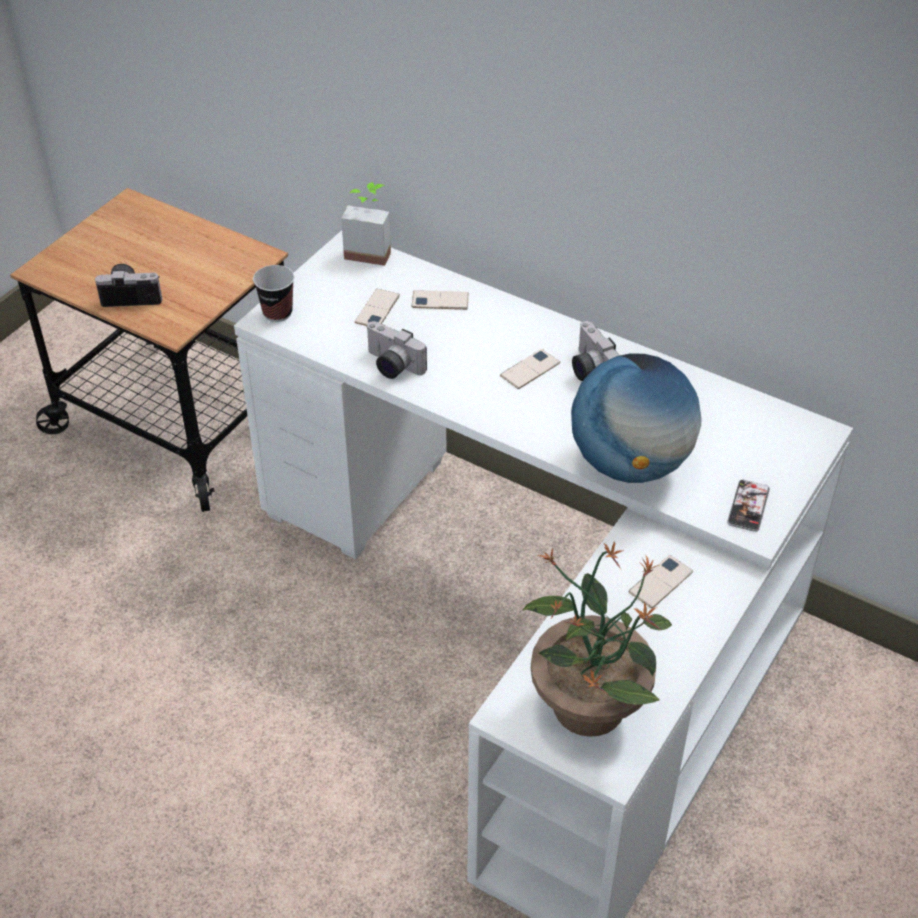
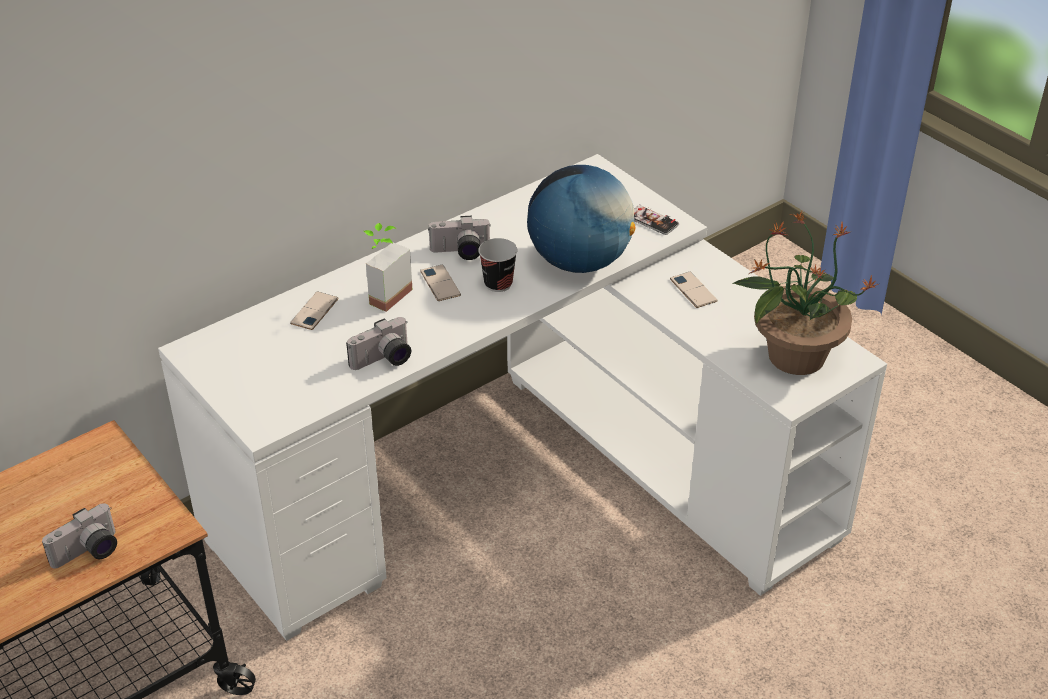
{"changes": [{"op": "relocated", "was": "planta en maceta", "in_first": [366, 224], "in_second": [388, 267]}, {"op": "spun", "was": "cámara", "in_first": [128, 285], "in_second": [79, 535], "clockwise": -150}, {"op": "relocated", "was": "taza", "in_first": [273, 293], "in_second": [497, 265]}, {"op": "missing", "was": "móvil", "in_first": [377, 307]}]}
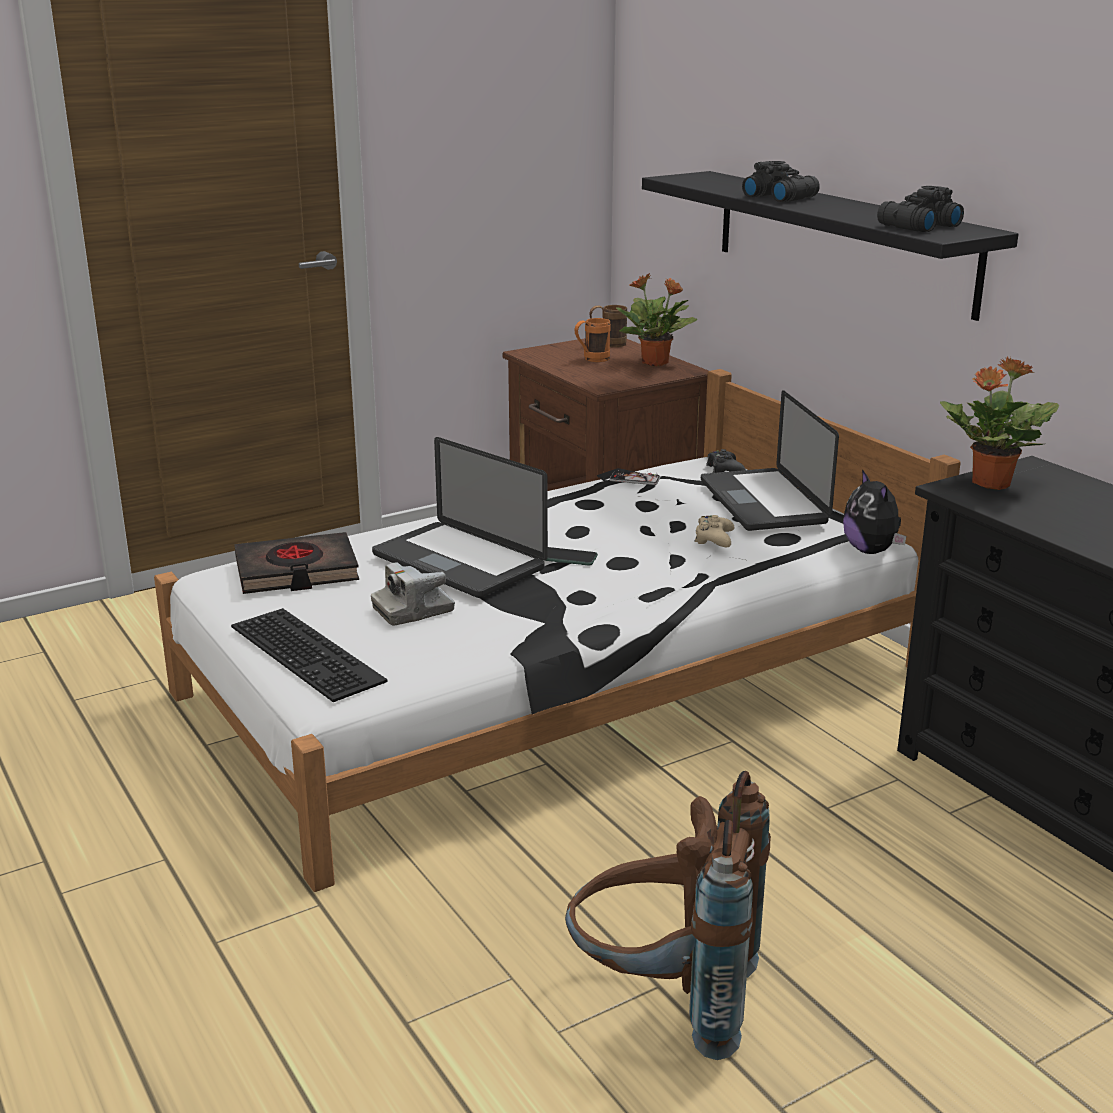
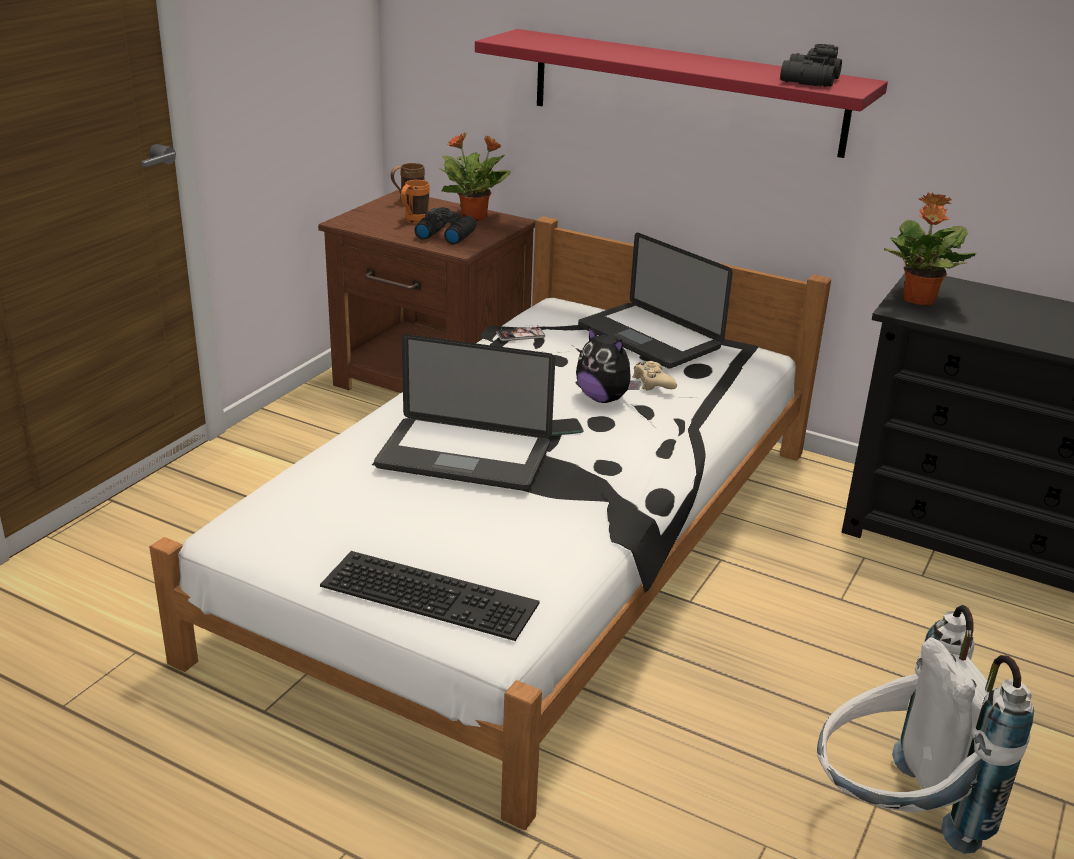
{"changes": [{"op": "relocated", "was": "prismáticos/negro", "in_first": [781, 181], "in_second": [445, 225]}, {"op": "colour", "was": "estante/negro", "now": "estante/rojo", "in_first": [830, 246], "in_second": [681, 93]}, {"op": "missing", "was": "mando de consola/negro", "in_first": [726, 461]}, {"op": "relocated", "was": "peluche", "in_first": [874, 511], "in_second": [608, 364]}, {"op": "missing", "was": "libro/negro", "in_first": [296, 563]}, {"op": "missing", "was": "cámara", "in_first": [413, 593]}, {"op": "colour", "was": "mochila/marrón", "now": "mochila/blanco", "in_first": [668, 915], "in_second": [925, 729]}]}
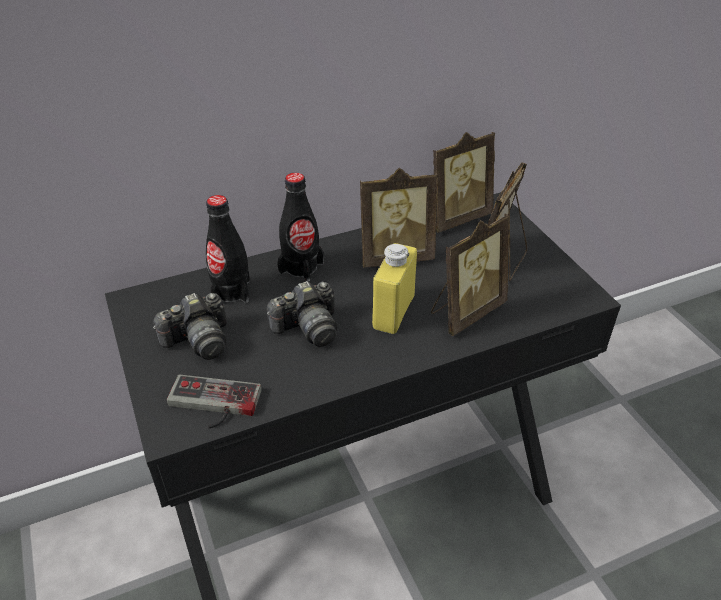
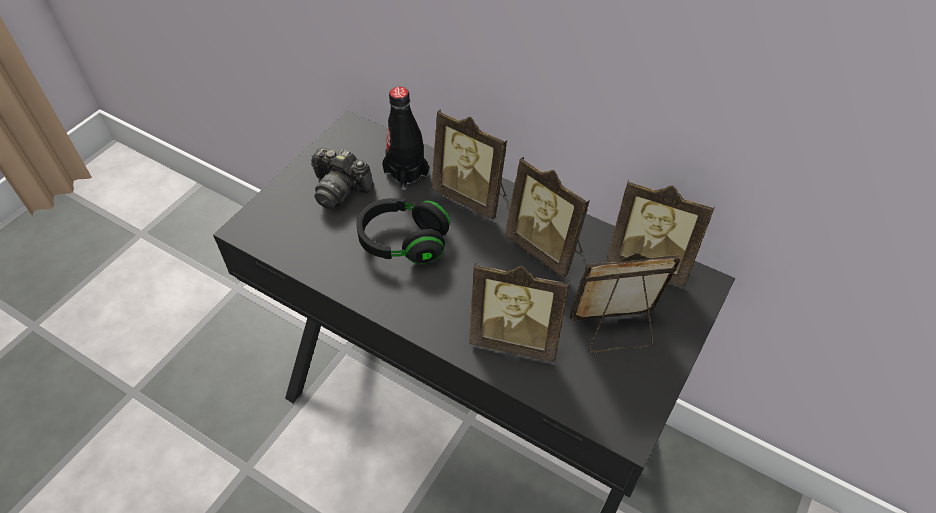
{"changes": [{"op": "exchanged", "was": "botella/negro", "now": "portarretratos", "in_first": [300, 227], "in_second": [469, 164]}, {"op": "missing", "was": "botella/amarillo", "in_first": [394, 288]}, {"op": "exchanged", "was": "cámara", "now": "auriculares/negro", "in_first": [302, 314], "in_second": [403, 231]}, {"op": "missing", "was": "mando de consola", "in_first": [214, 401]}]}
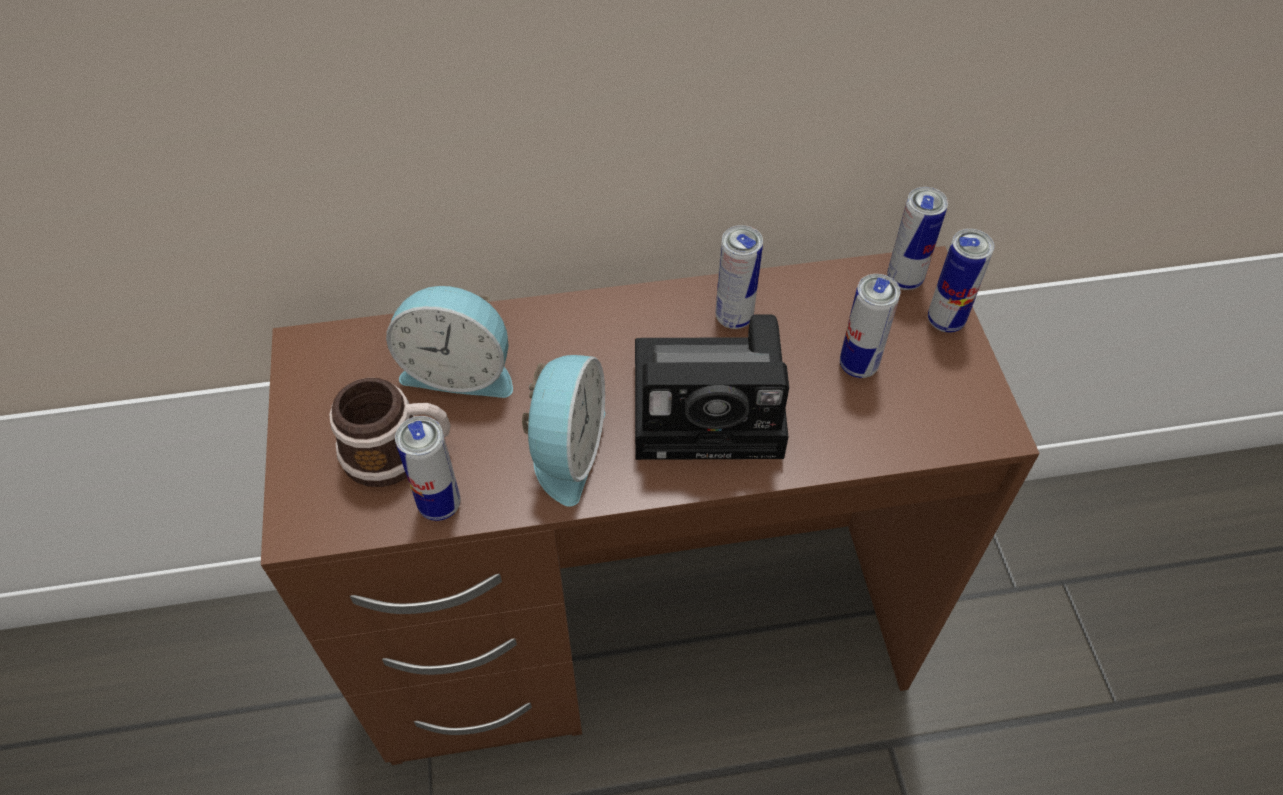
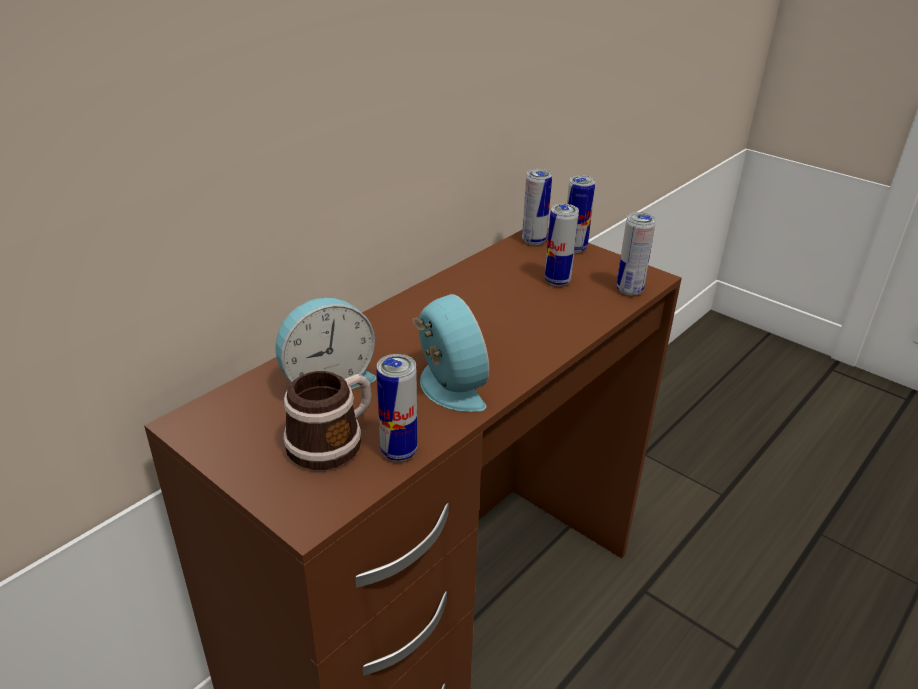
{"changes": [{"op": "relocated", "was": "lata", "in_first": [739, 277], "in_second": [636, 254]}, {"op": "missing", "was": "cámara", "in_first": [712, 387]}]}
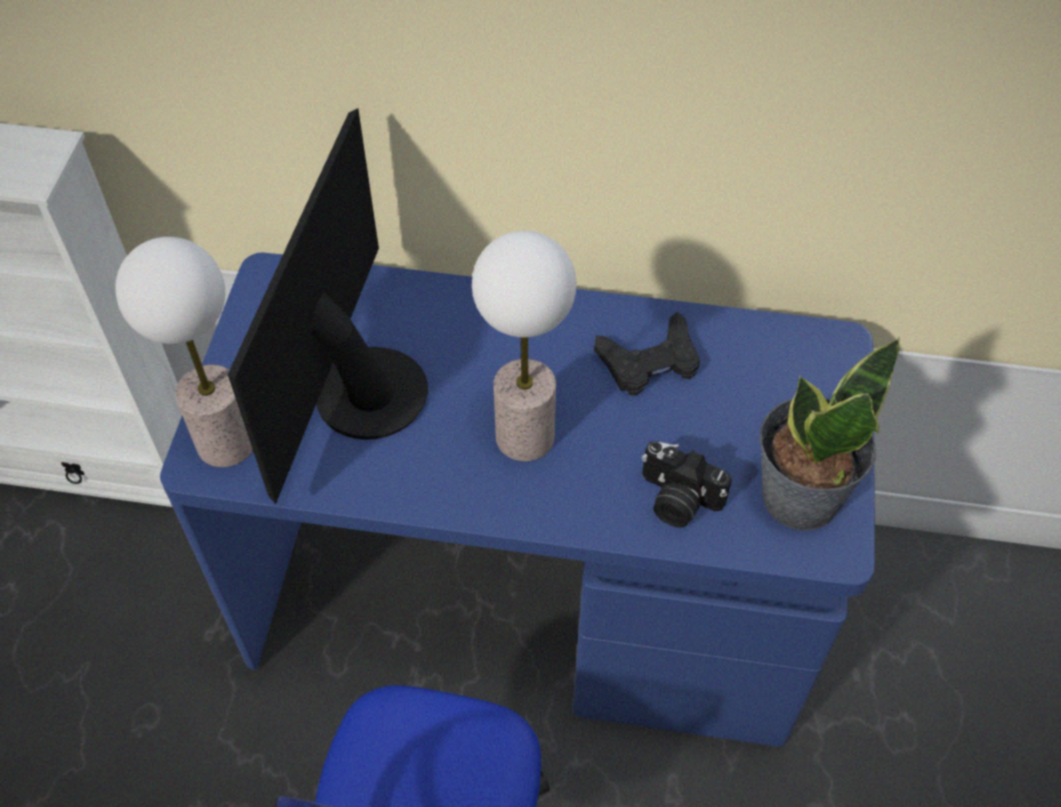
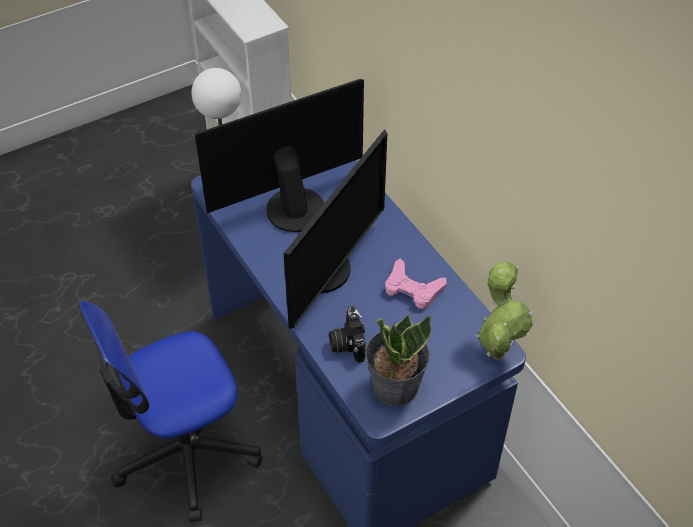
{"changes": [{"op": "exchanged", "was": "lámpara de mesa", "now": "monitor", "in_first": [524, 346], "in_second": [335, 229]}, {"op": "colour", "was": "mando de consola/negro", "now": "mando de consola/rosa", "in_first": [647, 353], "in_second": [416, 283]}, {"op": "appeared", "now": "planta en maceta", "in_second": [504, 311]}]}
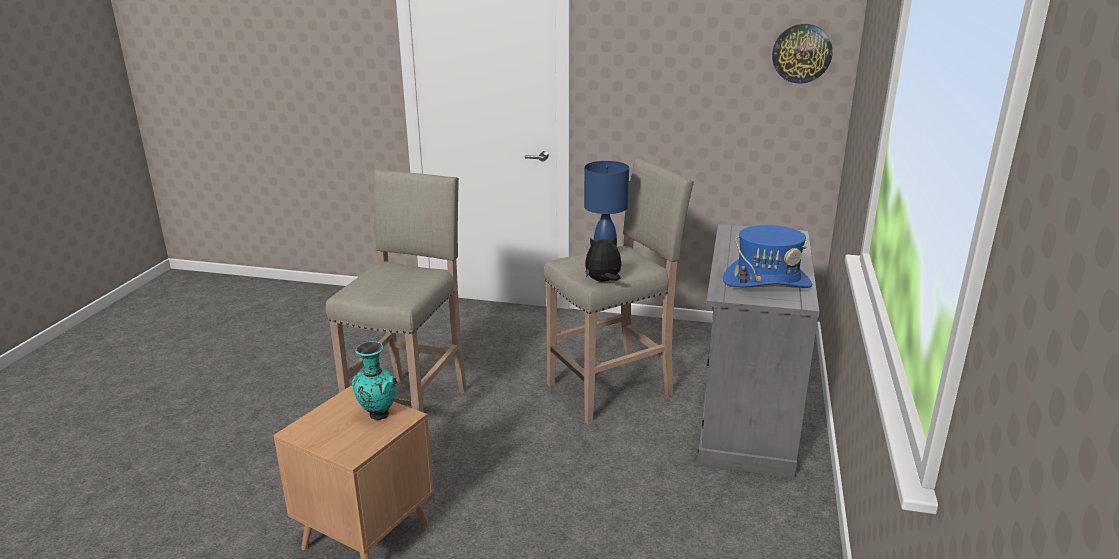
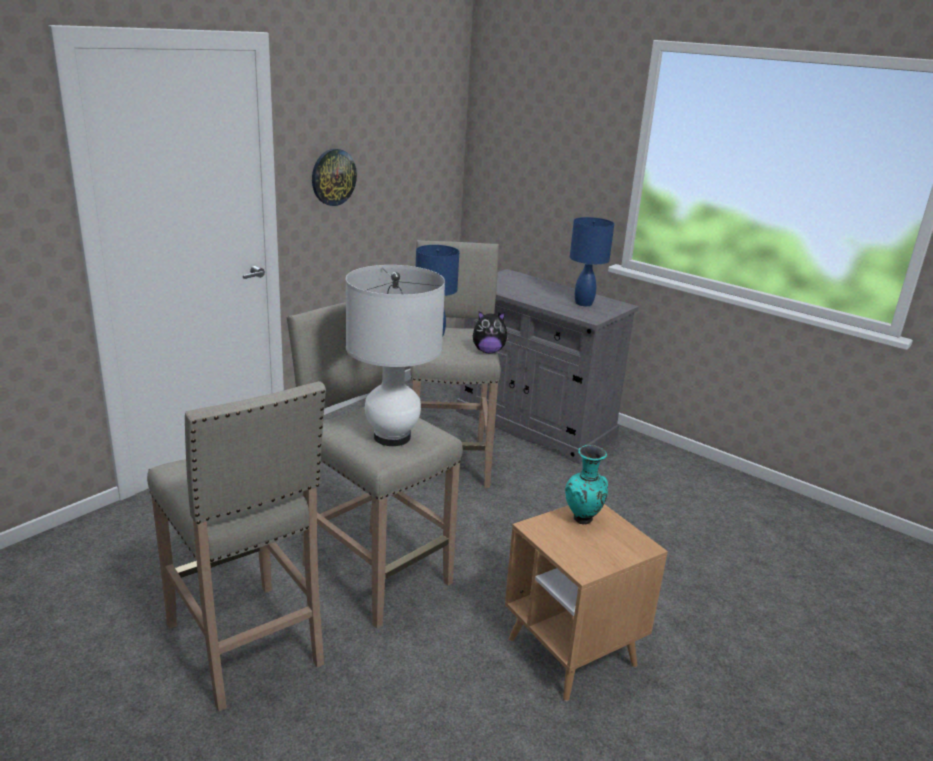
{"changes": [{"op": "relocated", "was": "reloj de pared", "in_first": [802, 54], "in_second": [334, 177]}, {"op": "exchanged", "was": "sombrero/azul", "now": "lámpara de mesa/azul", "in_first": [768, 256], "in_second": [592, 261]}, {"op": "spun", "was": "peluche", "in_first": [603, 259], "in_second": [491, 332], "clockwise": -105}, {"op": "appeared", "now": "lámpara de mesa/blanco", "in_second": [395, 355]}, {"op": "appeared", "now": "taburete/beis", "in_second": [236, 546]}]}
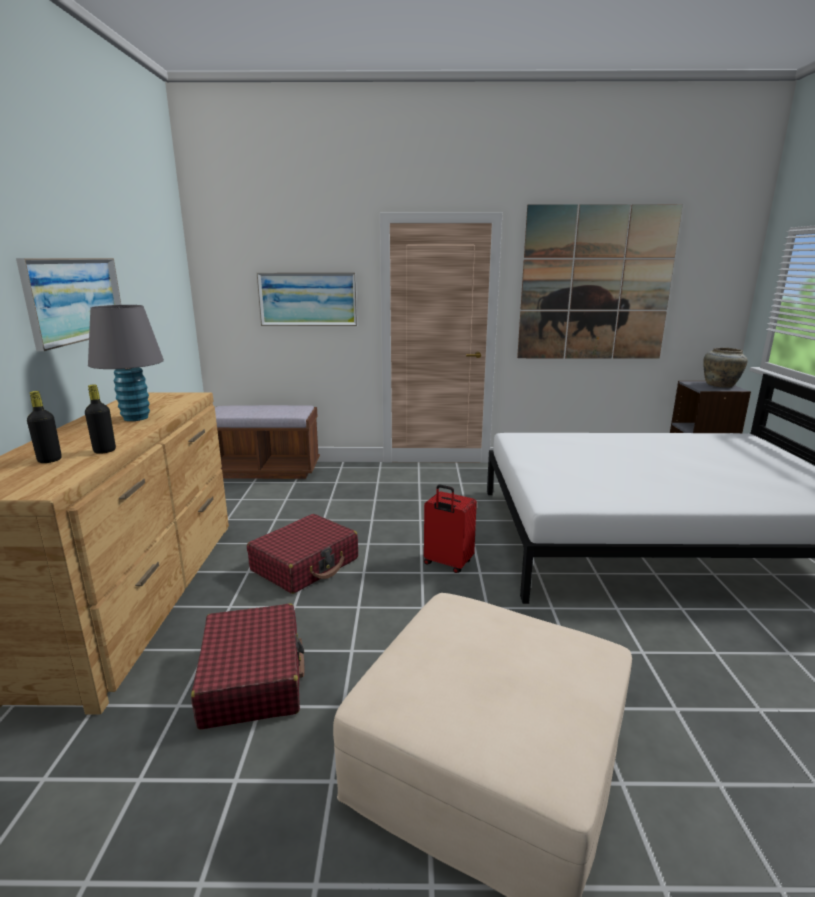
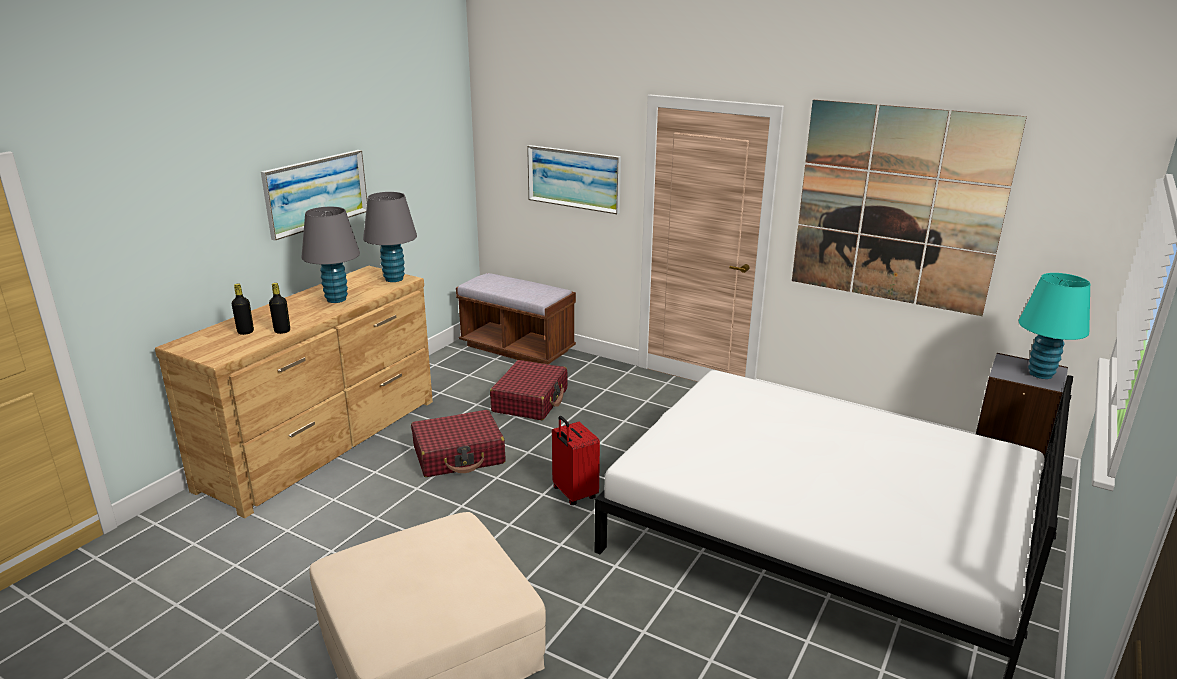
{"changes": [{"op": "exchanged", "was": "florero/beis", "now": "lámpara de mesa/turquesa", "in_first": [725, 368], "in_second": [1054, 326]}, {"op": "relocated", "was": "maleta/rojo", "in_first": [247, 666], "in_second": [529, 390]}, {"op": "appeared", "now": "lámpara de mesa/gris", "in_second": [390, 237]}]}
